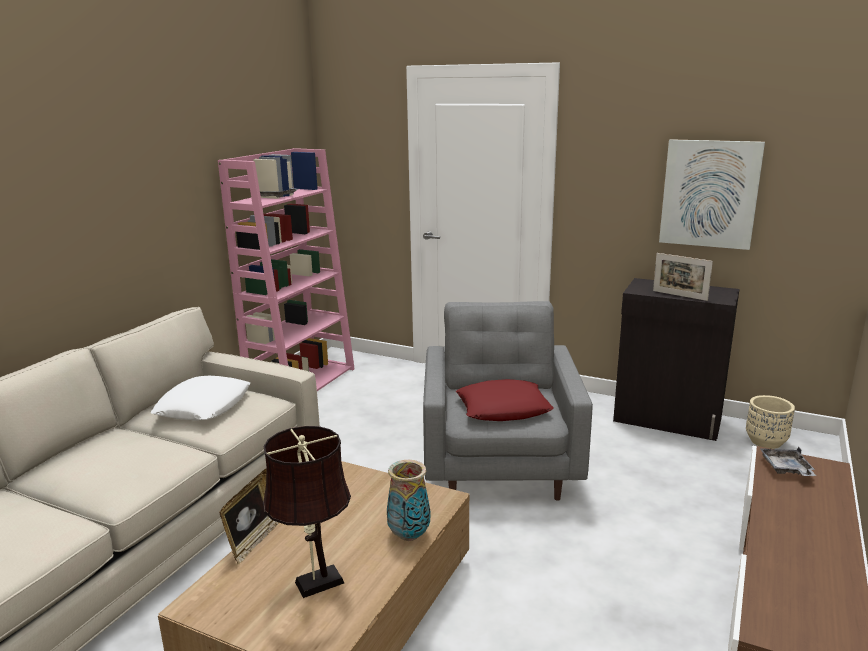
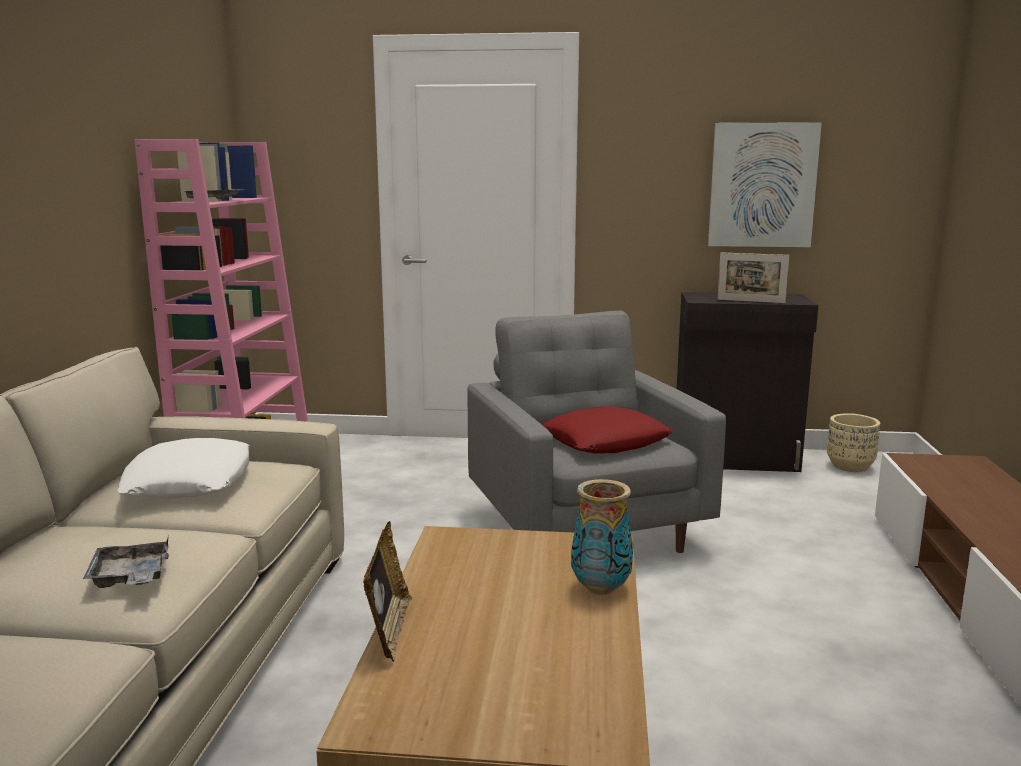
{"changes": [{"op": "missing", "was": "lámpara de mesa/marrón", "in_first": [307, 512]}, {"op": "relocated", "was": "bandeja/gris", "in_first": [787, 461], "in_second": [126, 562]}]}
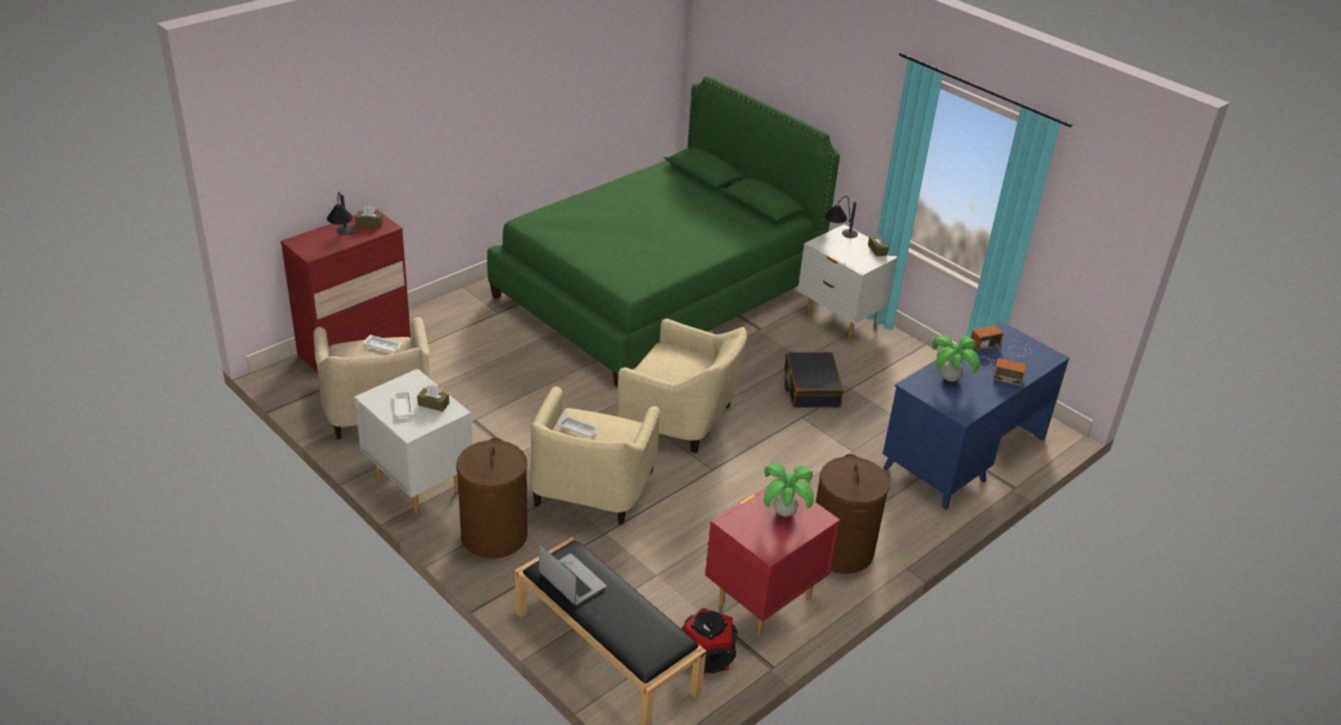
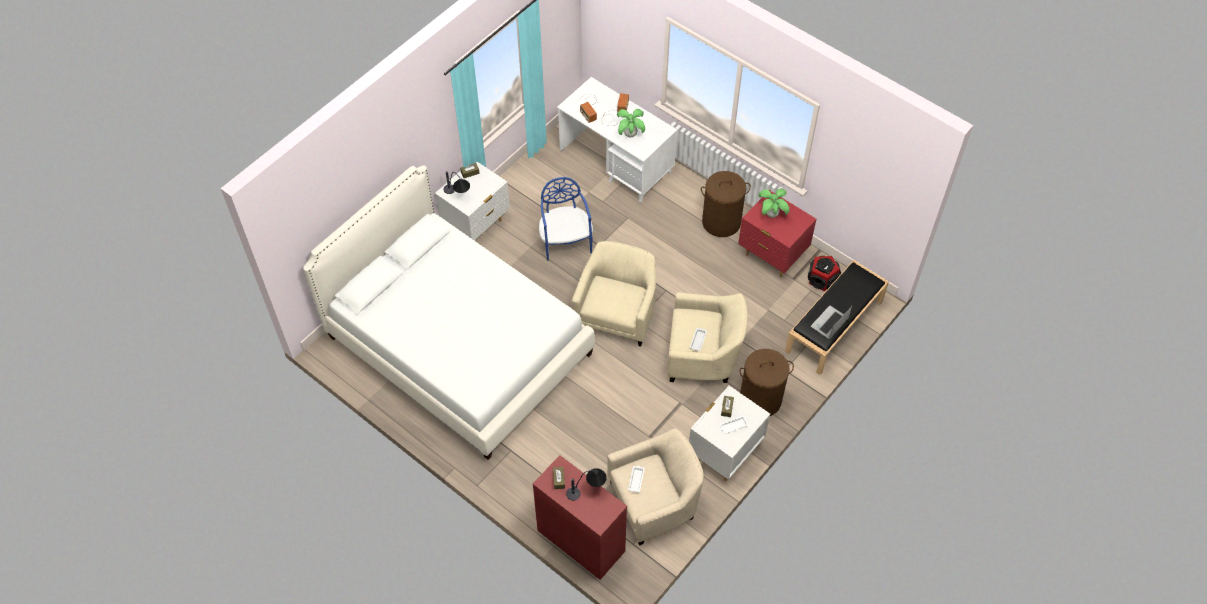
{"changes": [{"op": "colour", "was": "cama/verde", "now": "cama/blanco", "in_first": [663, 231], "in_second": [449, 313]}, {"op": "colour", "was": "escritorio/azul", "now": "escritorio/blanco", "in_first": [975, 415], "in_second": [617, 139]}, {"op": "exchanged", "was": "maleta/negro", "now": "silla/azul", "in_first": [814, 380], "in_second": [566, 219]}]}
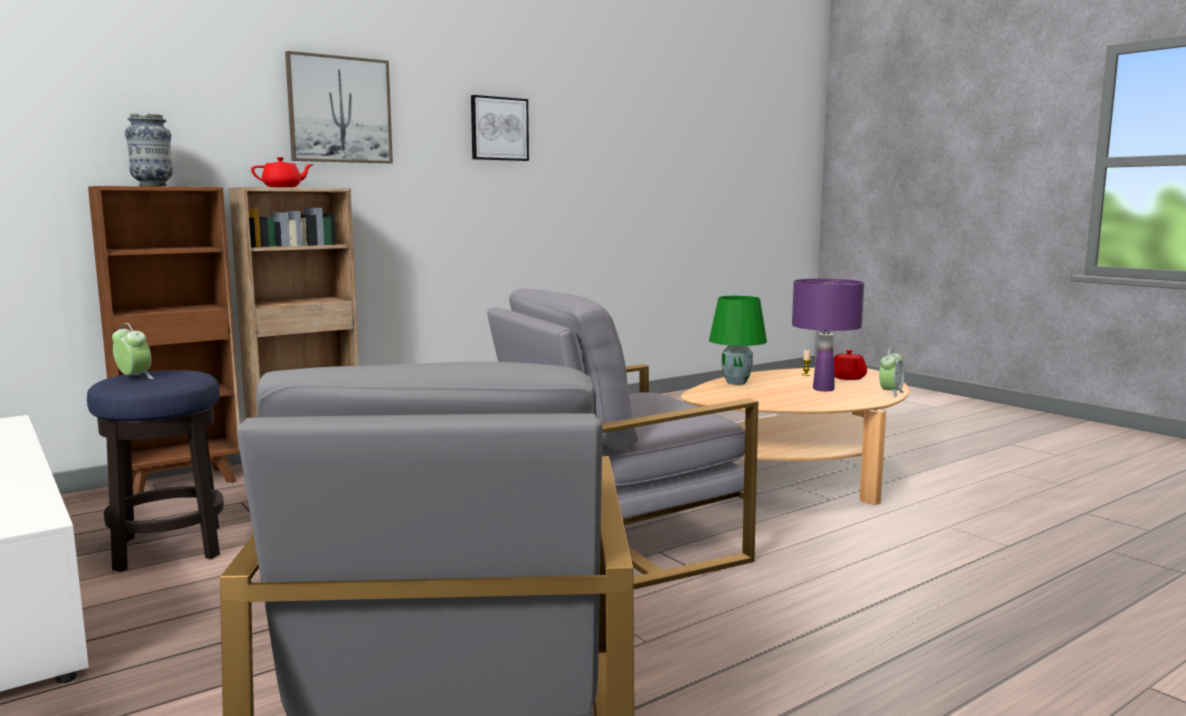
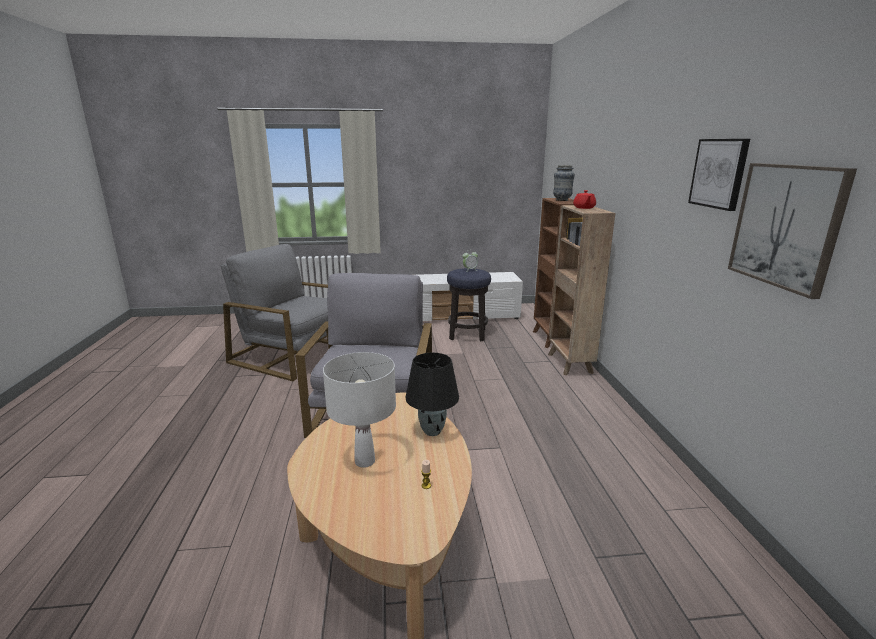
{"changes": [{"op": "relocated", "was": "cuadro", "in_first": [339, 107], "in_second": [792, 231]}, {"op": "colour", "was": "lámpara de mesa/morado", "now": "lámpara de mesa/blanco", "in_first": [828, 335], "in_second": [359, 410]}, {"op": "colour", "was": "lámpara de mesa/verde", "now": "lámpara de mesa/negro", "in_first": [738, 340], "in_second": [432, 394]}, {"op": "missing", "was": "despertador", "in_first": [892, 373]}, {"op": "missing", "was": "tetera/rojo", "in_first": [850, 365]}]}
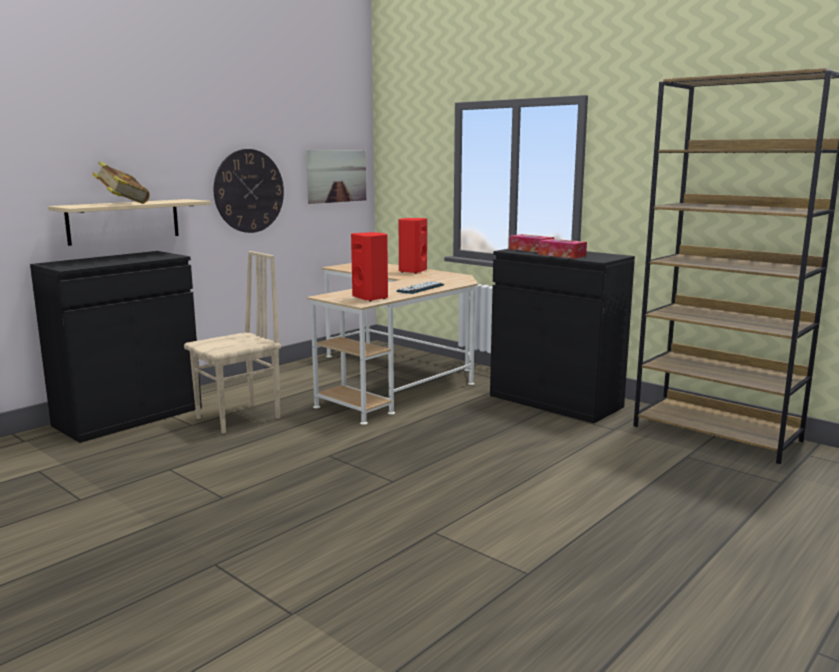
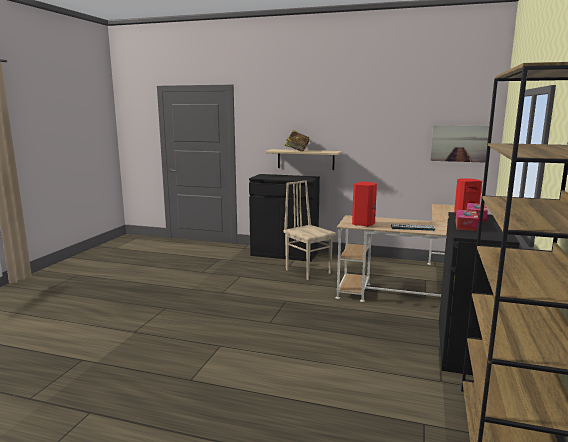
{"changes": [{"op": "missing", "was": "reloj de pared", "in_first": [249, 191]}, {"op": "spun", "was": "silla/beis", "in_first": [232, 342], "in_second": [309, 230], "clockwise": -150}]}
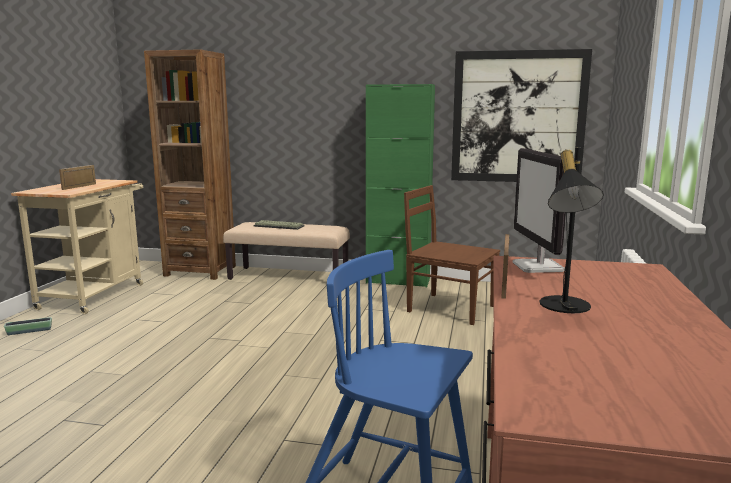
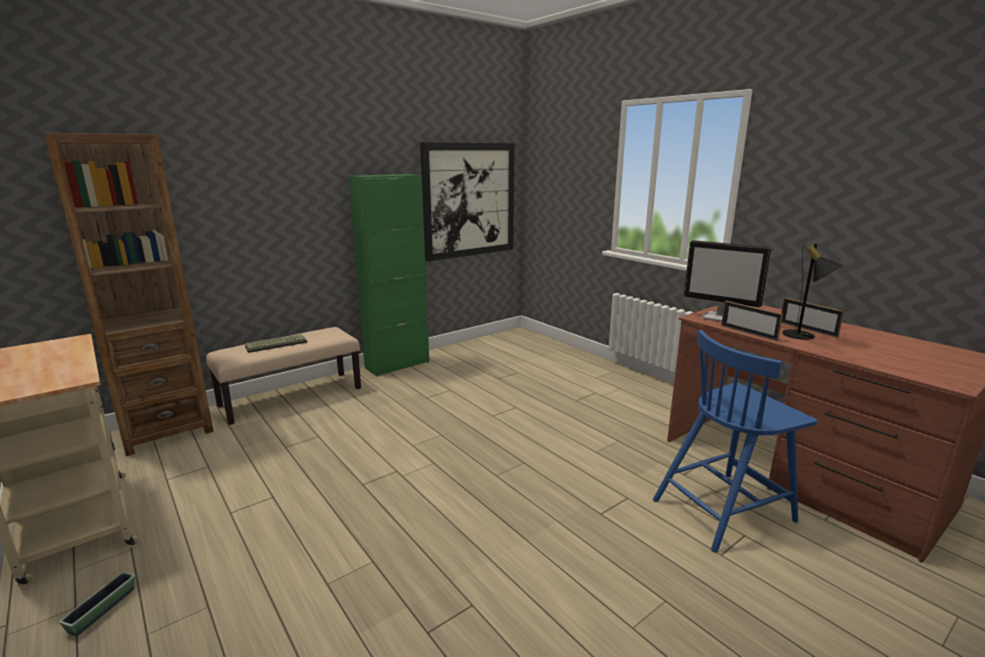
{"changes": [{"op": "relocated", "was": "portarretratos", "in_first": [77, 177], "in_second": [812, 318]}, {"op": "missing", "was": "silla/marrón", "in_first": [452, 255]}]}
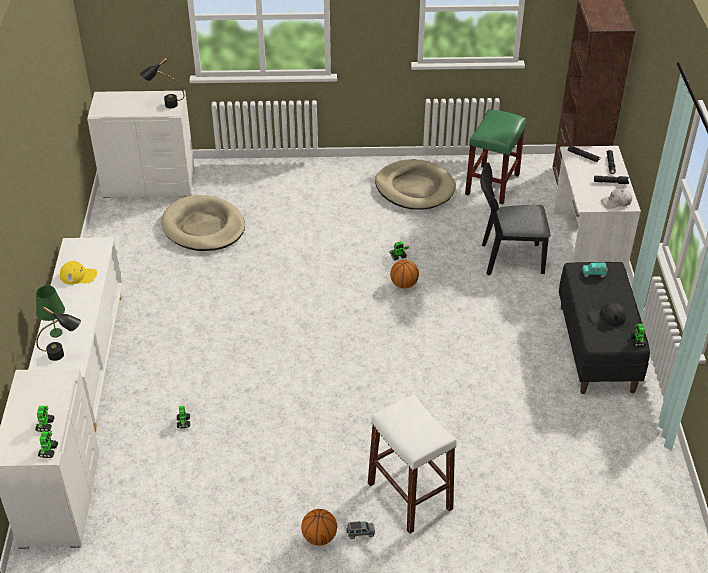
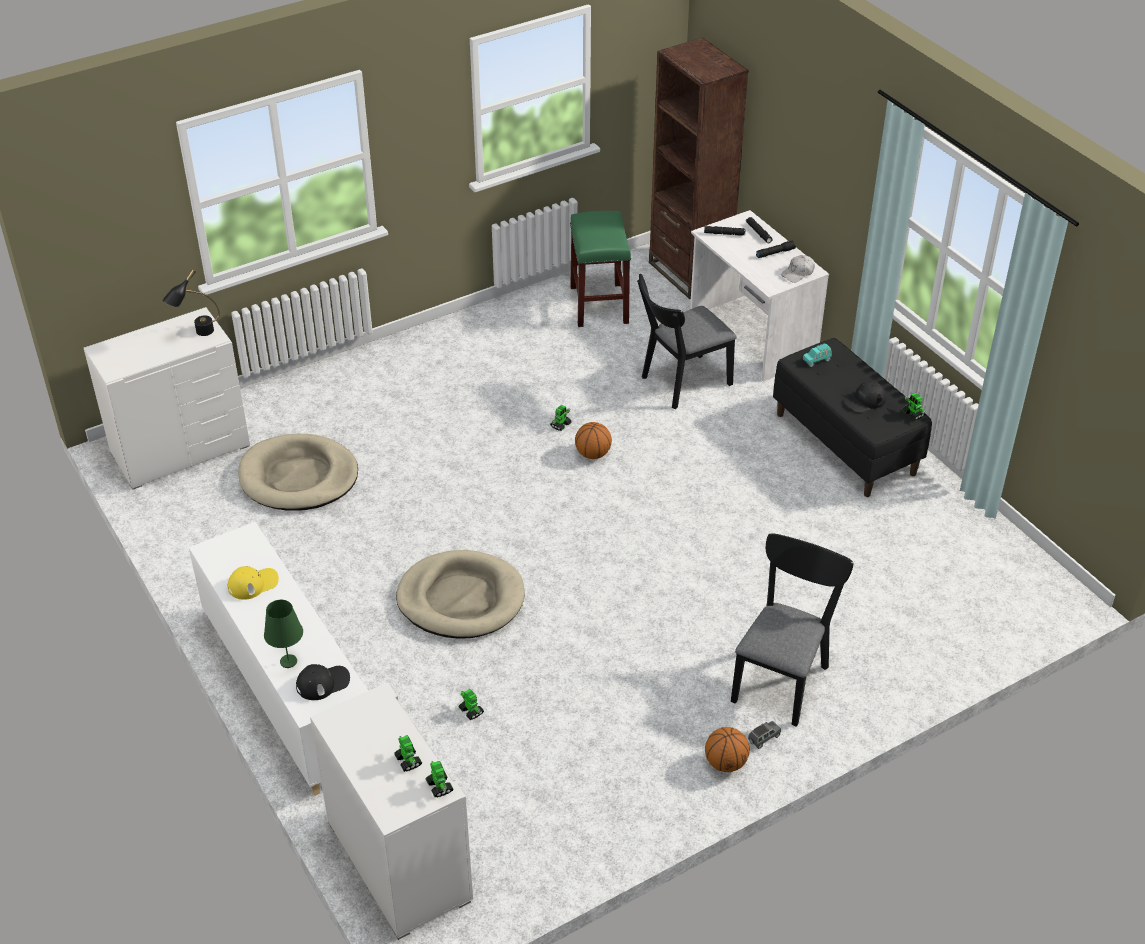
{"changes": [{"op": "relocated", "was": "cama para perro/beis", "in_first": [415, 184], "in_second": [460, 594]}, {"op": "exchanged", "was": "lámpara de mesa/negro", "now": "gorra/negro", "in_first": [58, 333], "in_second": [323, 682]}, {"op": "exchanged", "was": "taburete/blanco", "now": "silla/negro", "in_first": [412, 464], "in_second": [792, 630]}]}
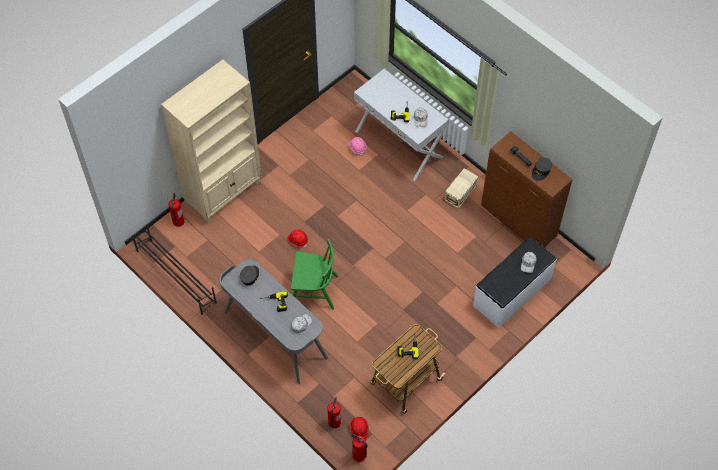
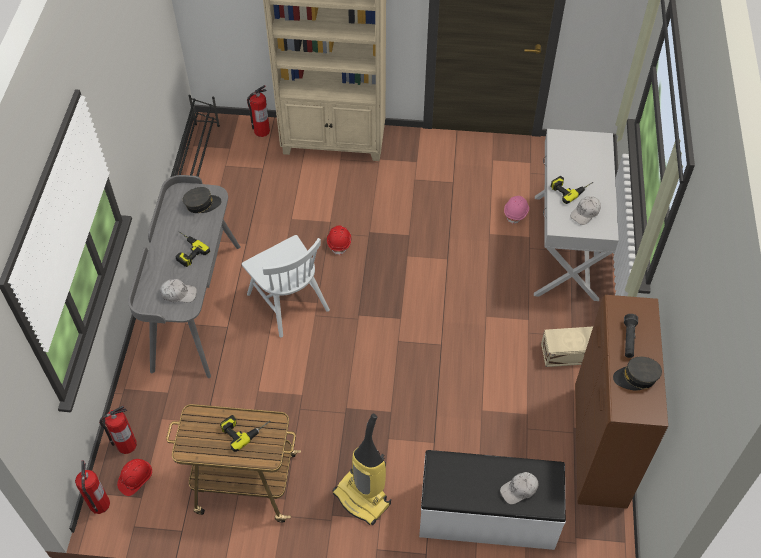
{"changes": [{"op": "colour", "was": "silla/verde", "now": "silla/blanco", "in_first": [314, 274], "in_second": [286, 286]}, {"op": "appeared", "now": "aspiradora", "in_second": [361, 469]}]}
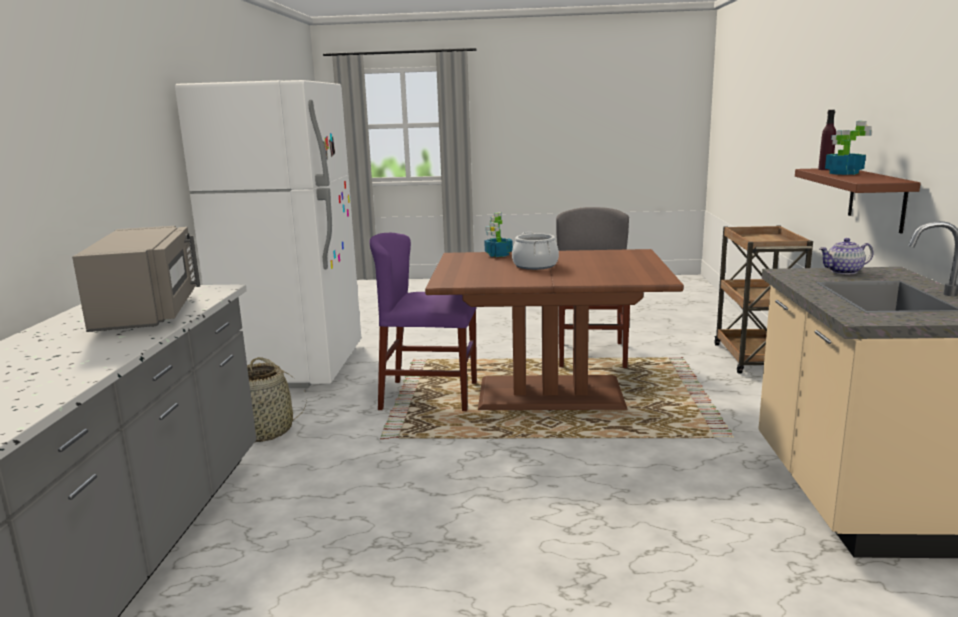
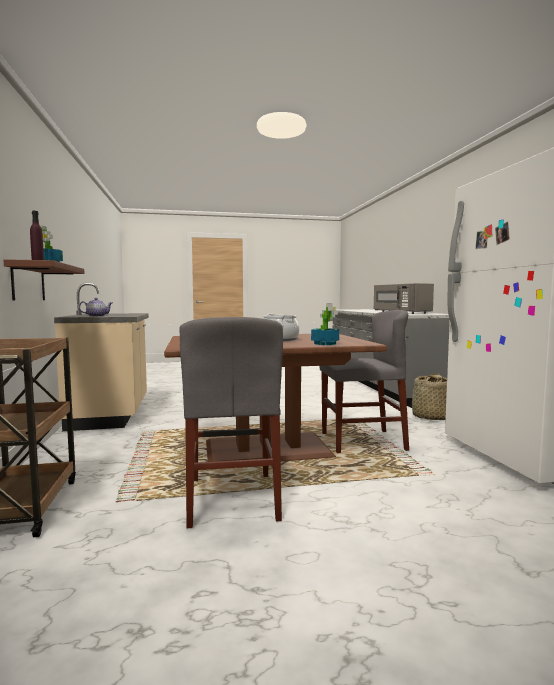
{"changes": [{"op": "colour", "was": "silla/morado", "now": "silla/gris", "in_first": [423, 322], "in_second": [364, 381]}]}
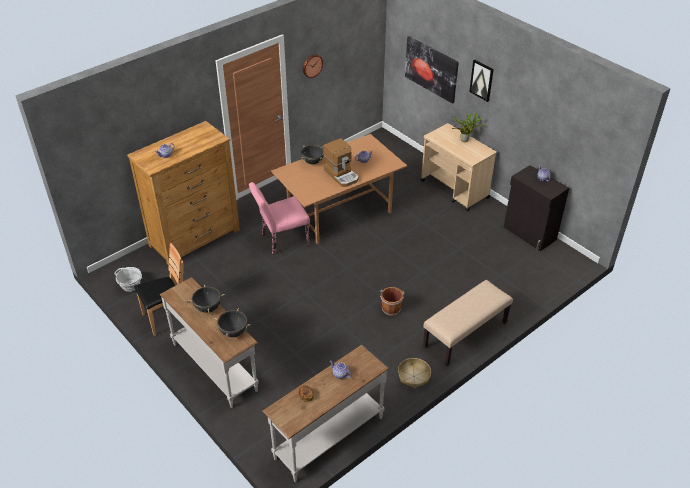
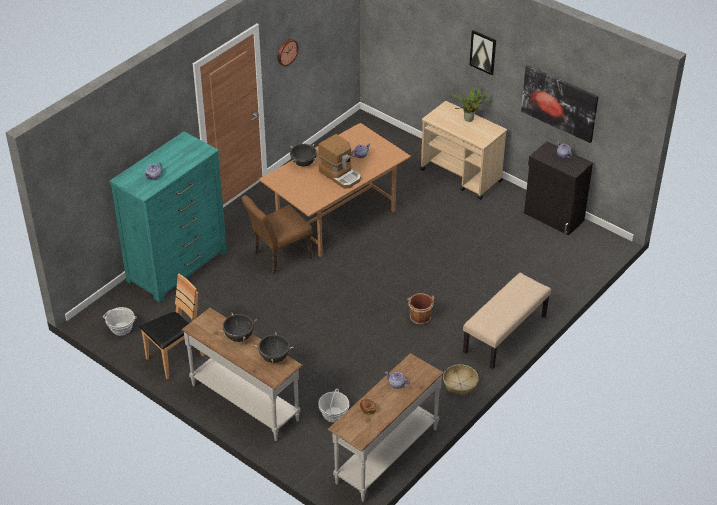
{"changes": [{"op": "relocated", "was": "cuadro", "in_first": [432, 70], "in_second": [560, 104]}, {"op": "colour", "was": "cómoda/marrón", "now": "cómoda/turquesa", "in_first": [183, 193], "in_second": [168, 217]}, {"op": "colour", "was": "silla/rosa", "now": "silla/marrón", "in_first": [279, 218], "in_second": [277, 234]}, {"op": "appeared", "now": "cesta", "in_second": [333, 406]}]}
